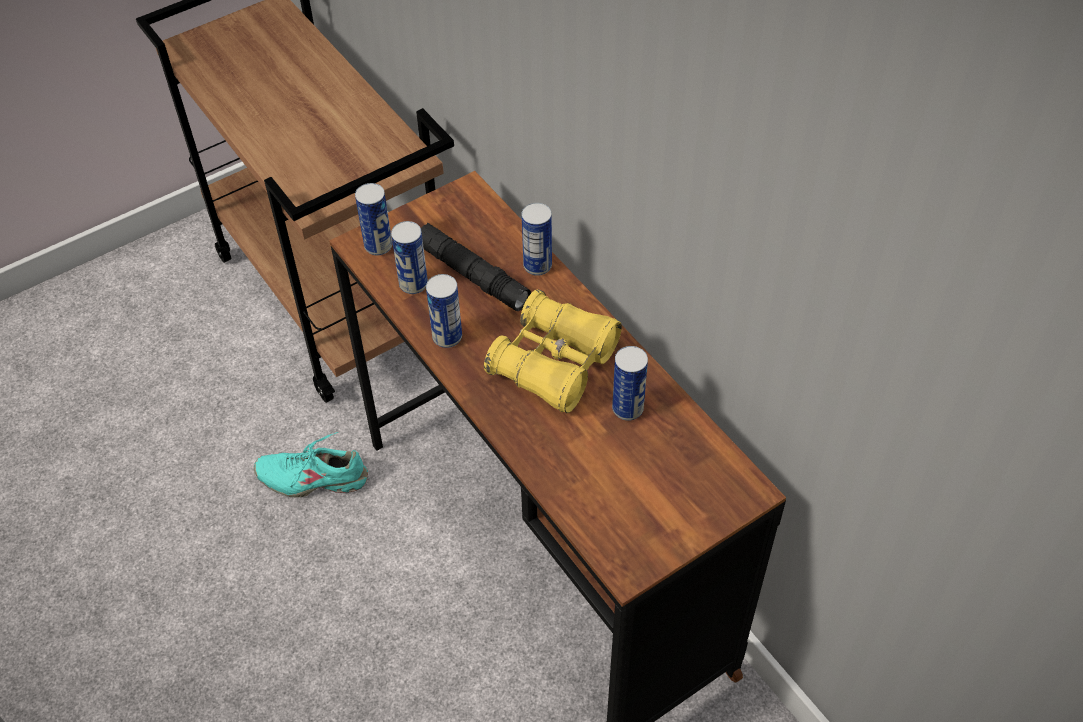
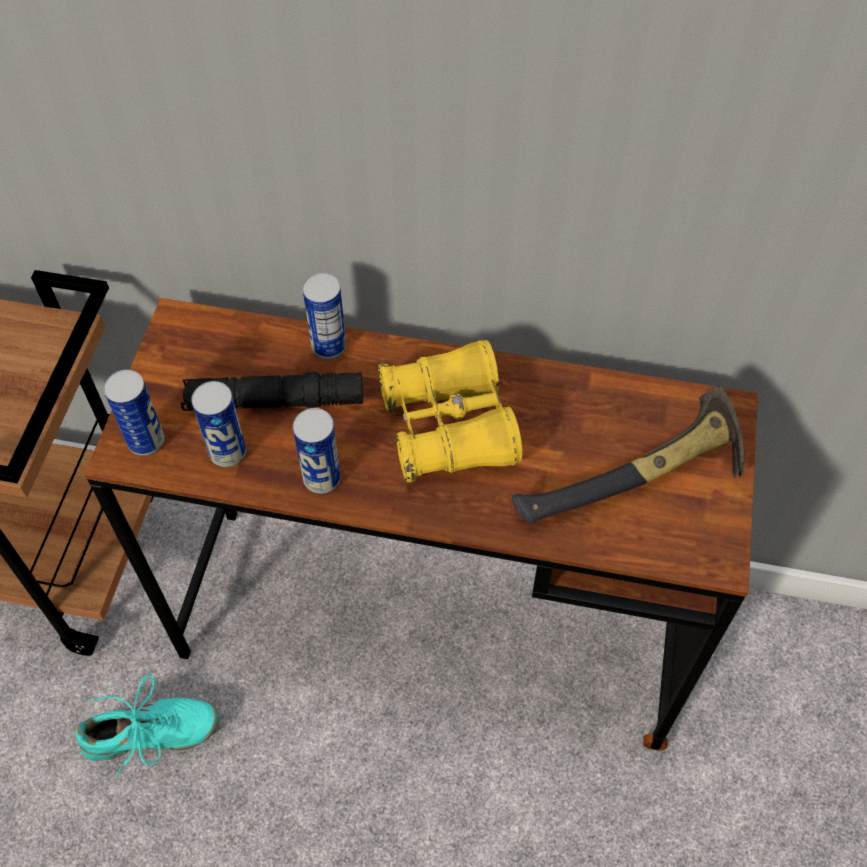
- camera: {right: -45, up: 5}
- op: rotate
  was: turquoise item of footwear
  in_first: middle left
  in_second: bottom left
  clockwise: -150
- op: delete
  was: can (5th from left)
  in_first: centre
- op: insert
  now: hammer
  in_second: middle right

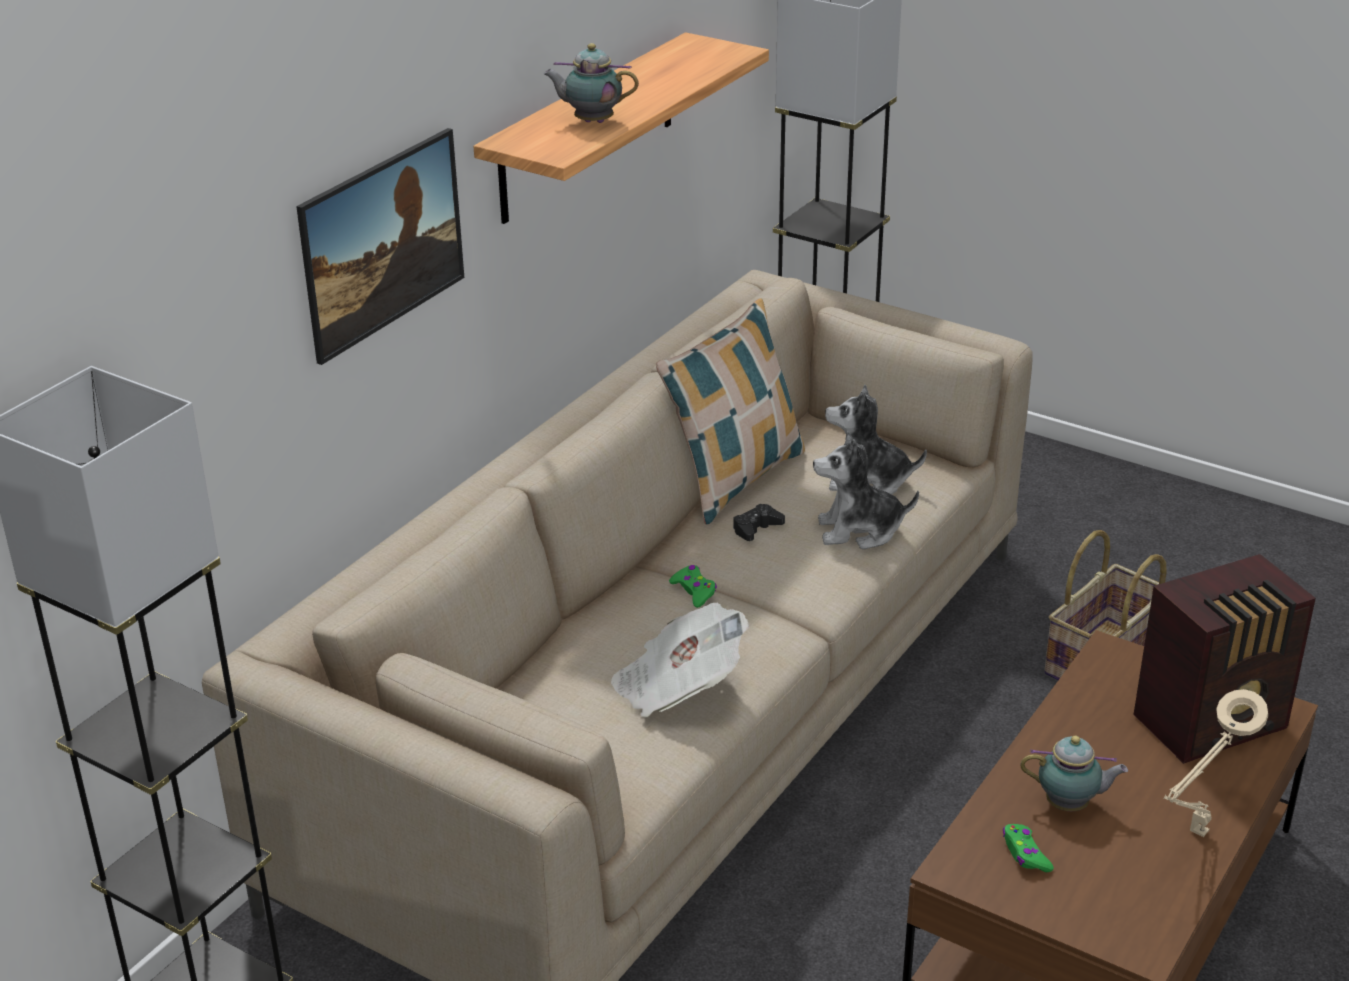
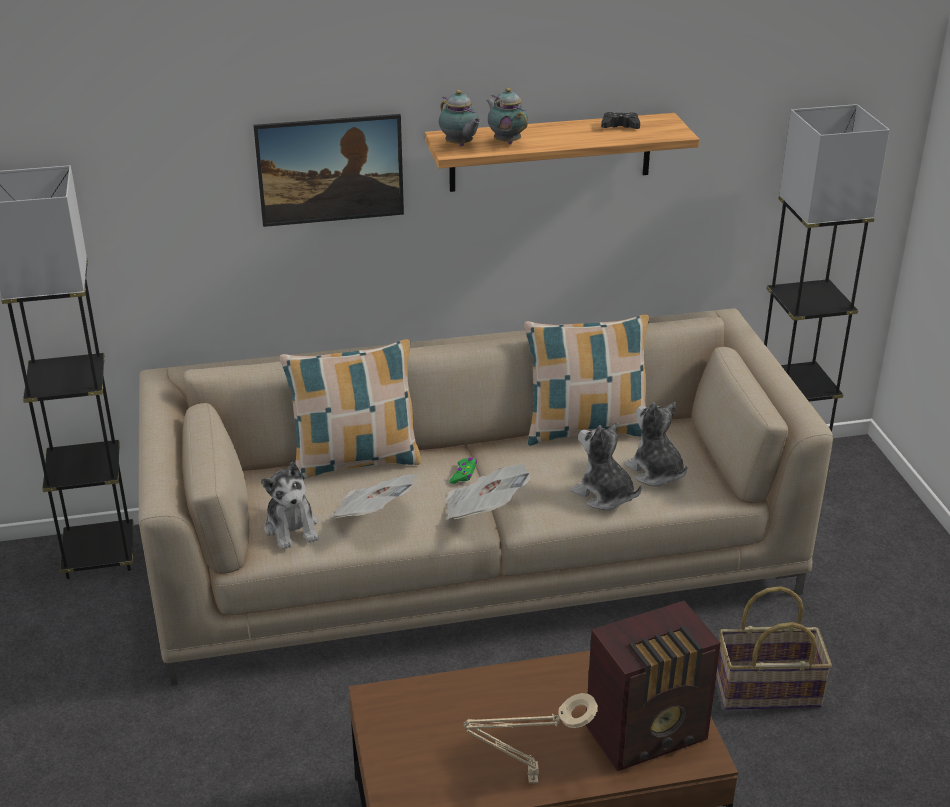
- camera: {right: 45, up: 0}
- op: move
  was: blackish joypad
  in_first: centre
  in_second: top centre
- op: delete
  was: green-coloured joypad (2nd from left)
  in_first: bottom right
- op: move
  was: teapot (2nd from left in the first image)
  now: teapot (1st from left)
  in_first: bottom right
  in_second: top centre
- op: rotate
  was: radio set
  in_first: bottom right
  in_second: bottom right
  clockwise: -45
- op: insert
  now: soft toy (1st from left)
  in_second: middle left
- op: insert
  now: pillow (1st from left)
  in_second: centre
- op: insert
  now: daily paper (2nd from left)
  in_second: centre

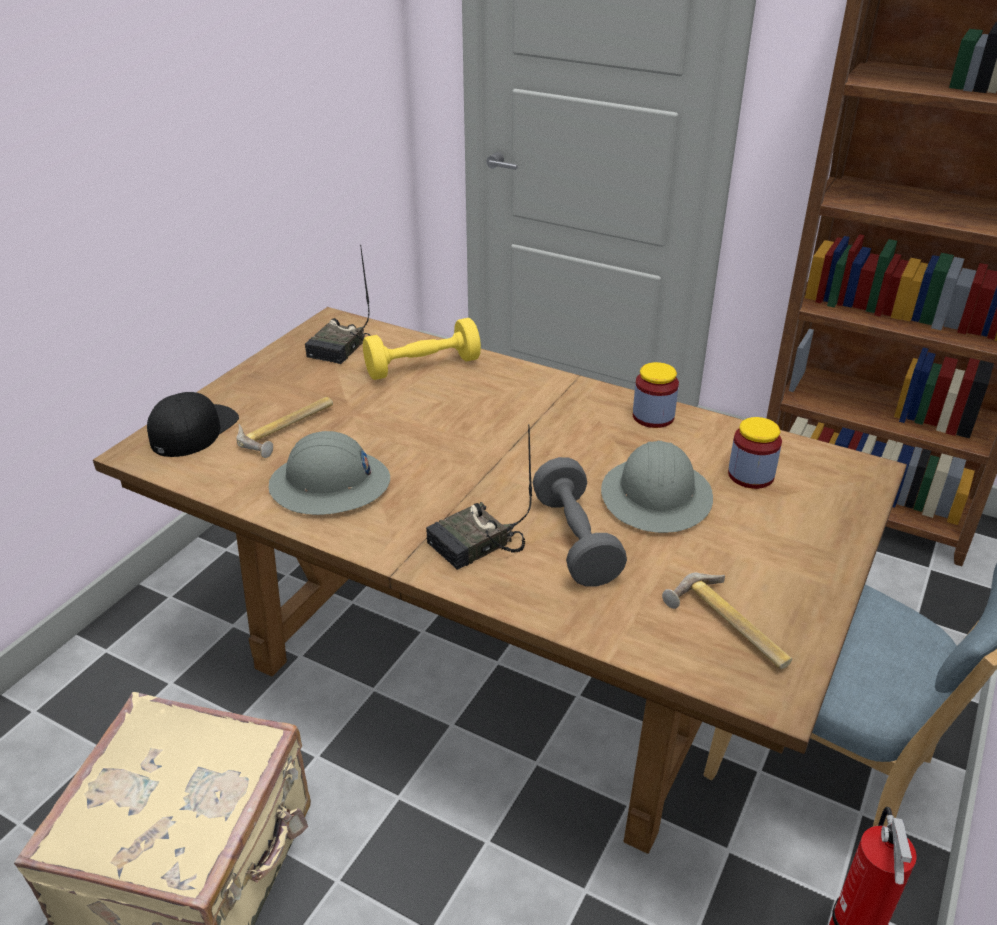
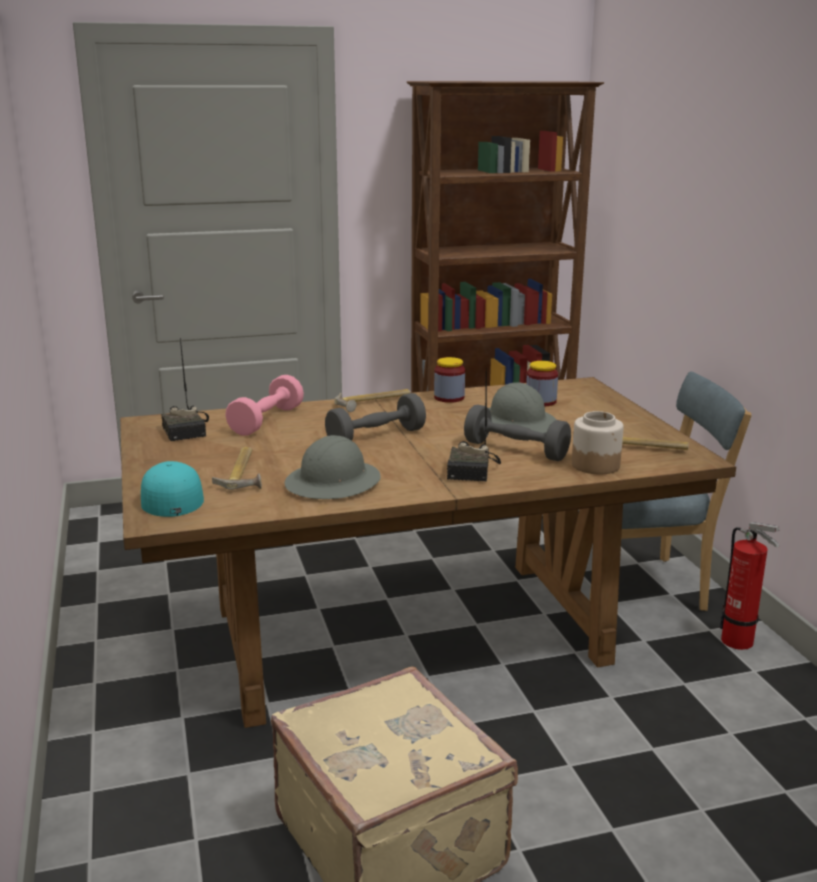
- camera: {right: -45, up: -15}
- op: recolor
  was: blackish cap
  now: turquoise cap
  in_first: middle left
  in_second: middle left
- op: recolor
  was: yellowish free weight
  now: pink free weight
  in_first: centre
  in_second: middle left
- op: insert
  now: gray free weight (1st from left)
  in_second: centre
- op: insert
  now: hammer (2nd from left)
  in_second: centre
- op: insert
  now: jar (3rd from left)
  in_second: middle right

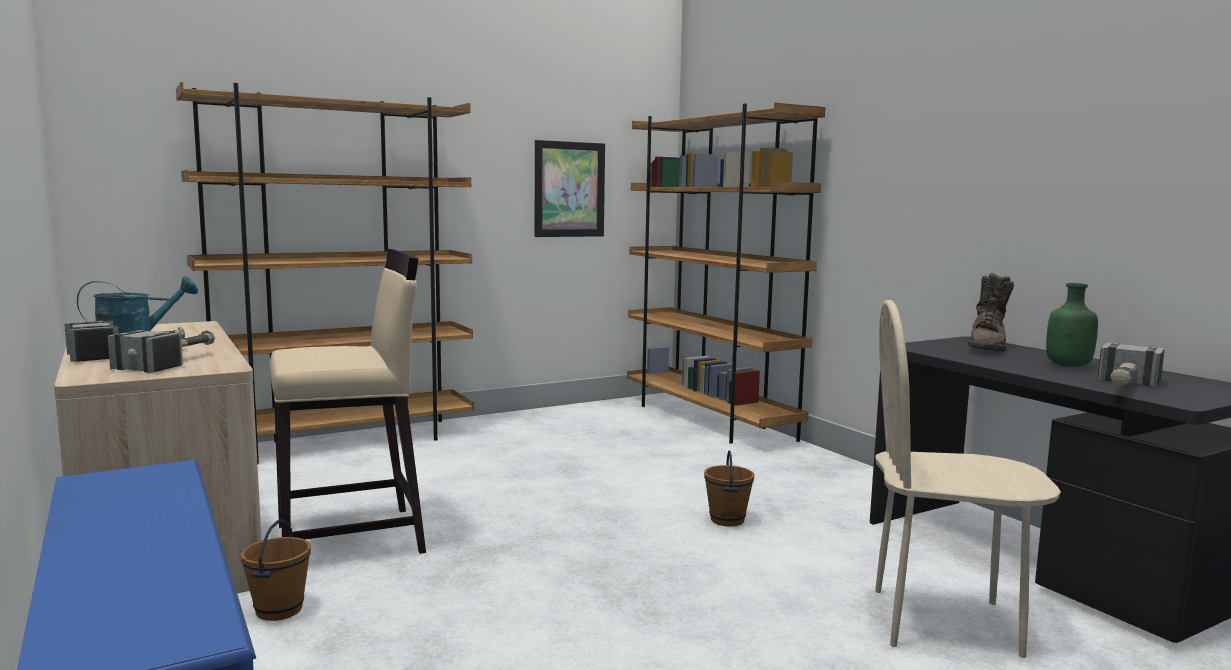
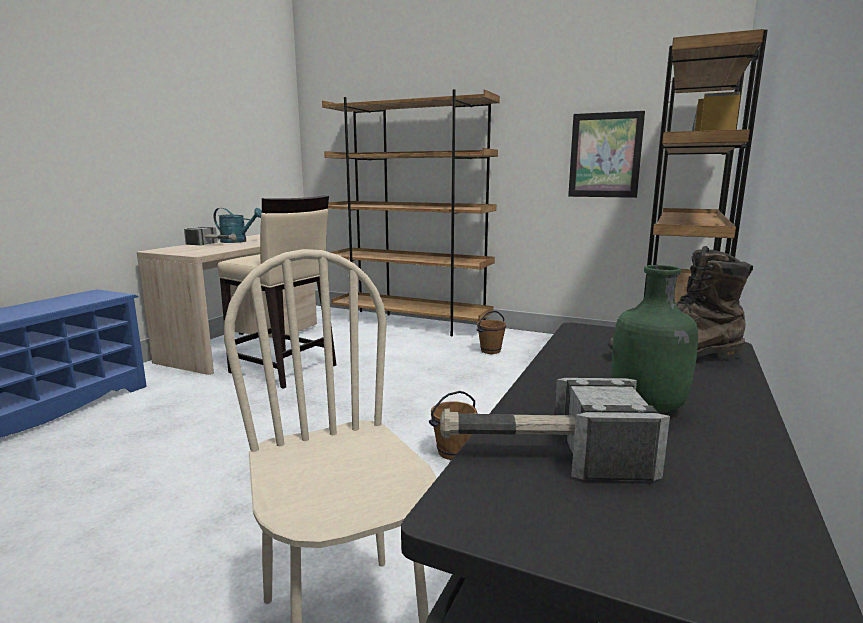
- camera: {right: 55, up: 5}
- op: delete
  was: hammer (2nd from left)
  in_first: middle left
- op: move
  was: brown-coloured water bucket (1st from left in the first image)
  now: brown-coloured water bucket (2nd from left)
  in_first: bottom left
  in_second: centre

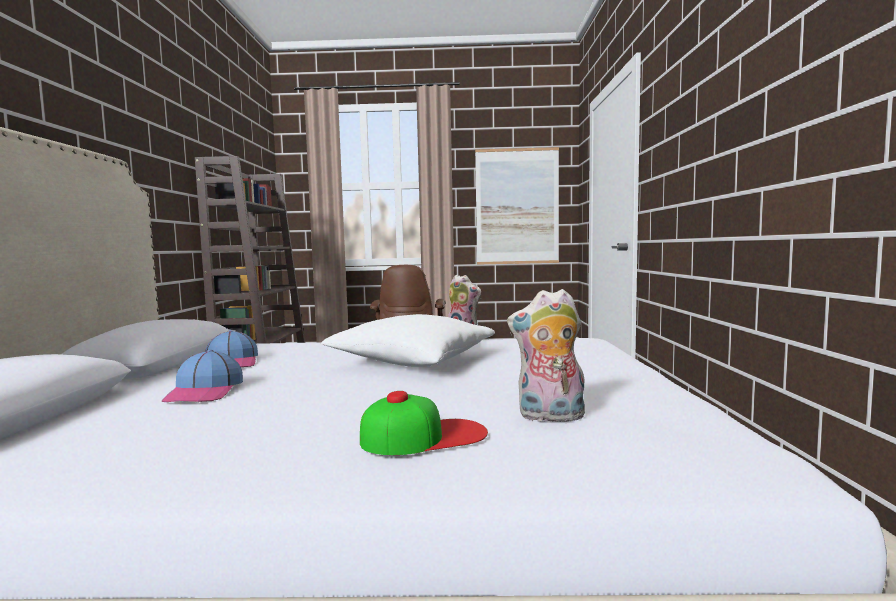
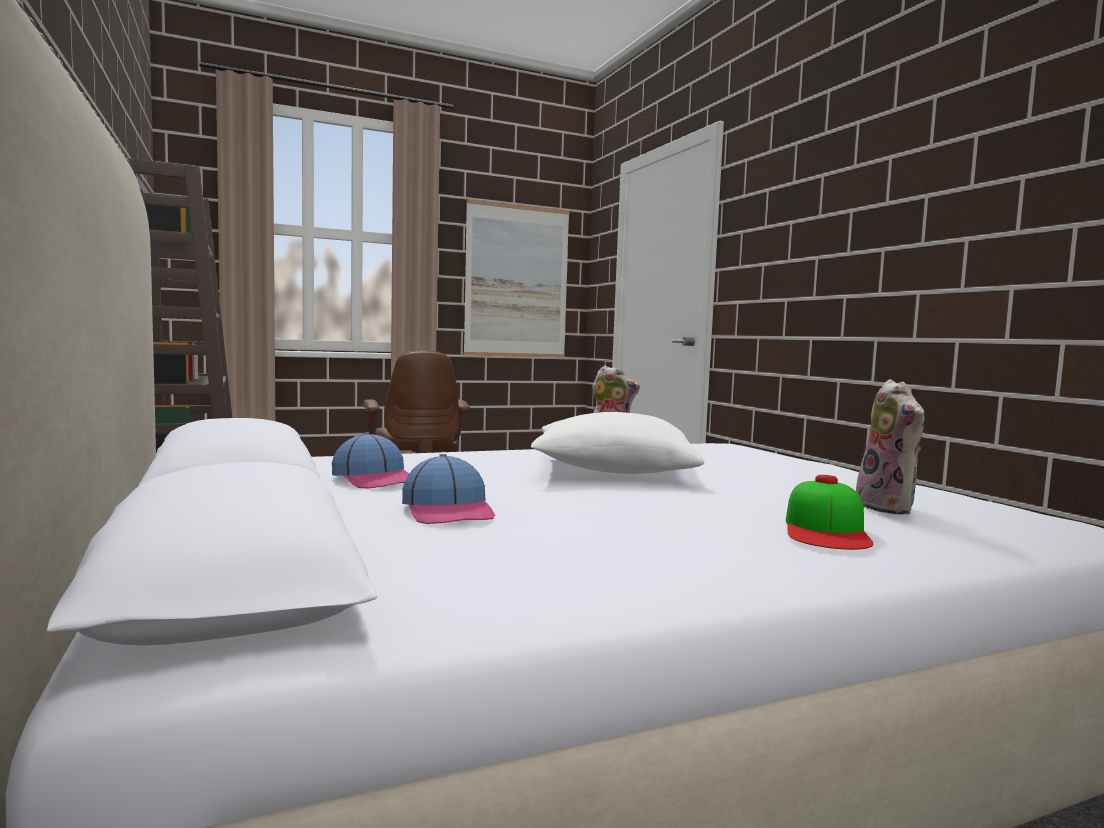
- camera: {right: -25, up: 0}
- op: rotate
  was: cap (3rd from left)
  in_first: bottom centre
  in_second: middle right
  clockwise: 150
- op: rotate
  was: soft toy (2nd from left)
  in_first: centre
  in_second: middle right
  clockwise: -75

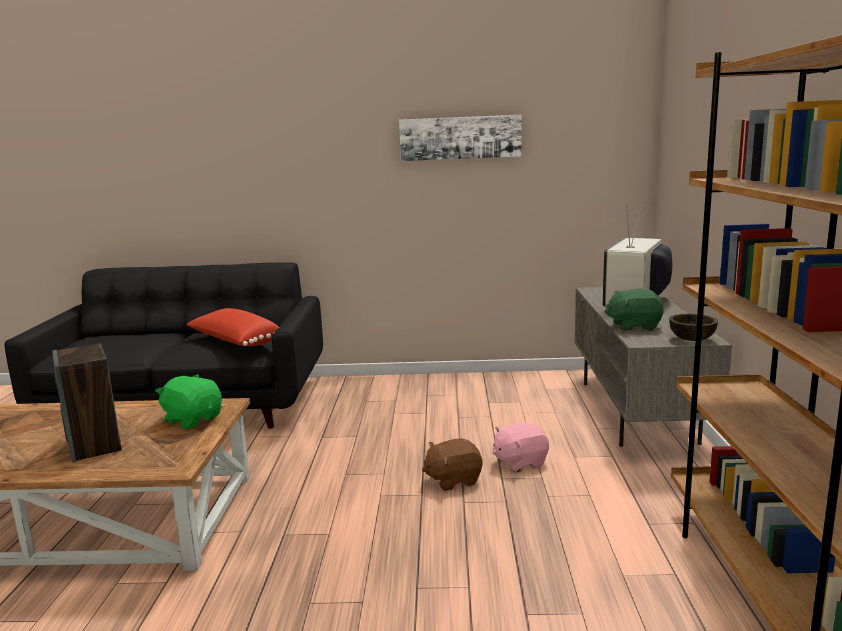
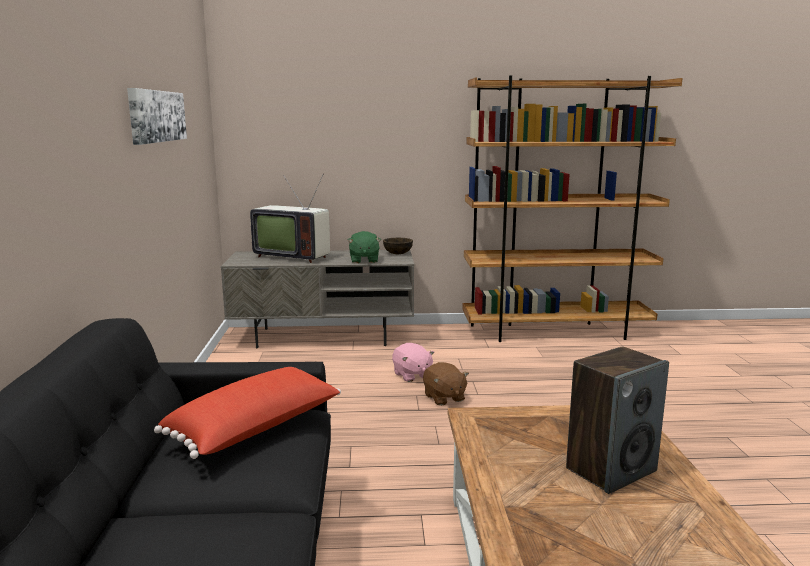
- camera: {right: -95, up: 0}
- op: delete
  was: green-coloured soft toy (1st from left)
  in_first: middle left

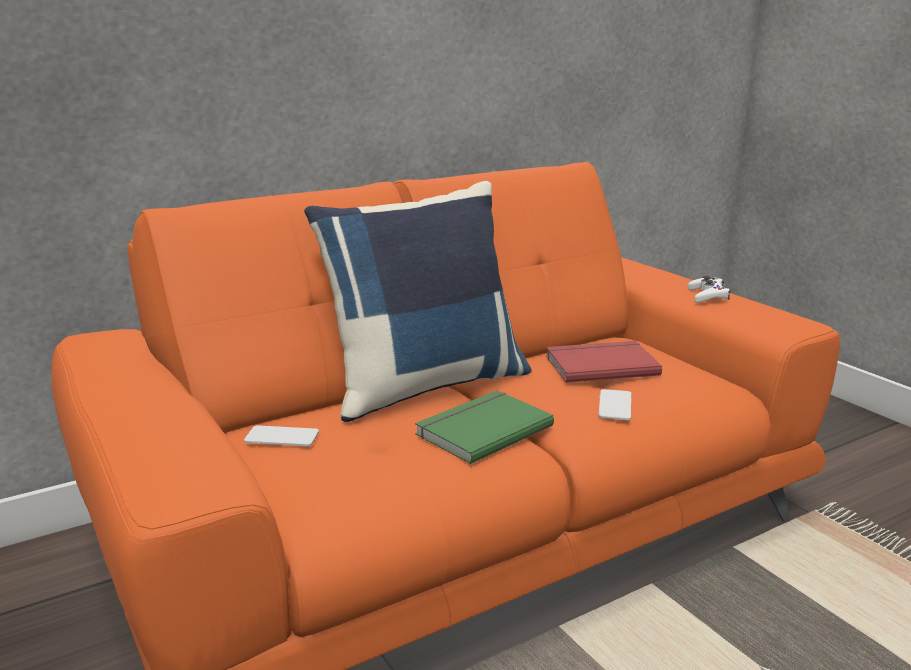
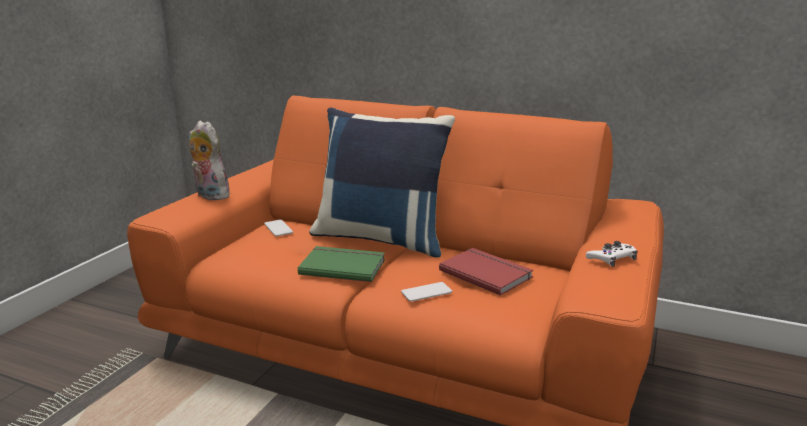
- camera: {right: 55, up: 0}
- op: insert
  now: soft toy
  in_second: middle left

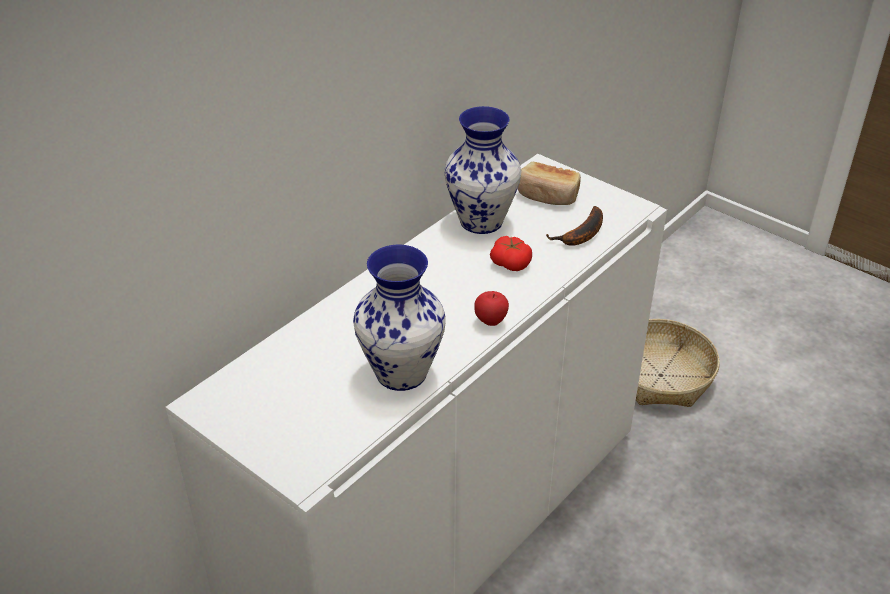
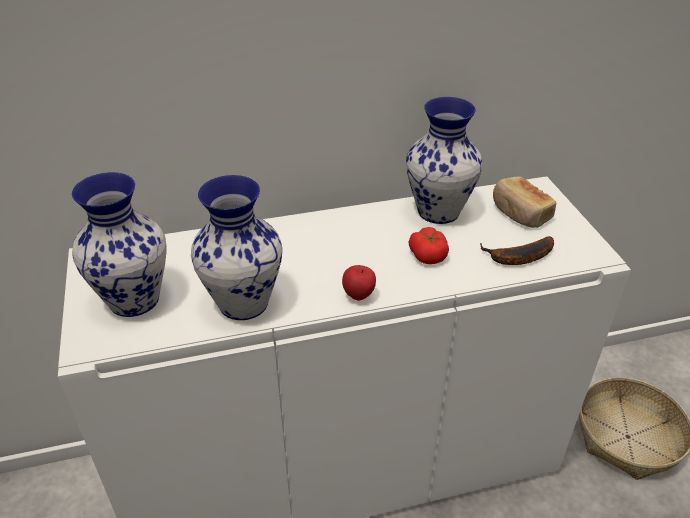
- camera: {right: 35, up: 0}
- op: insert
  now: flower vase (1st from left)
  in_second: middle left

